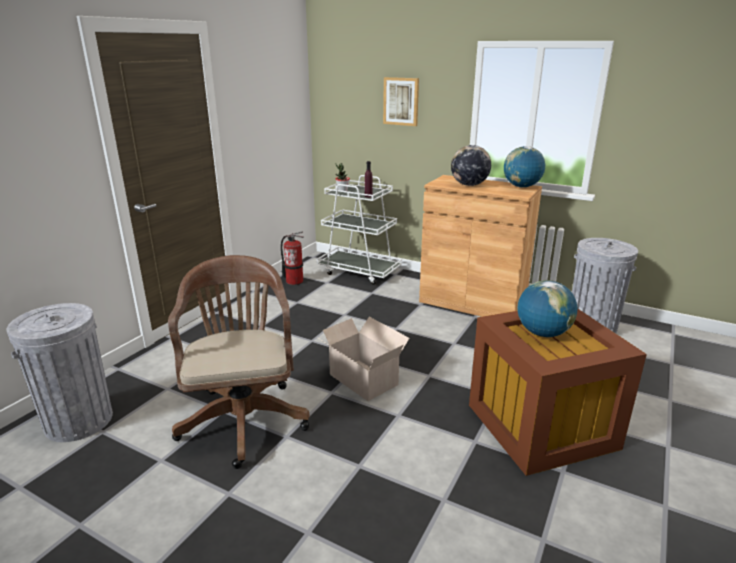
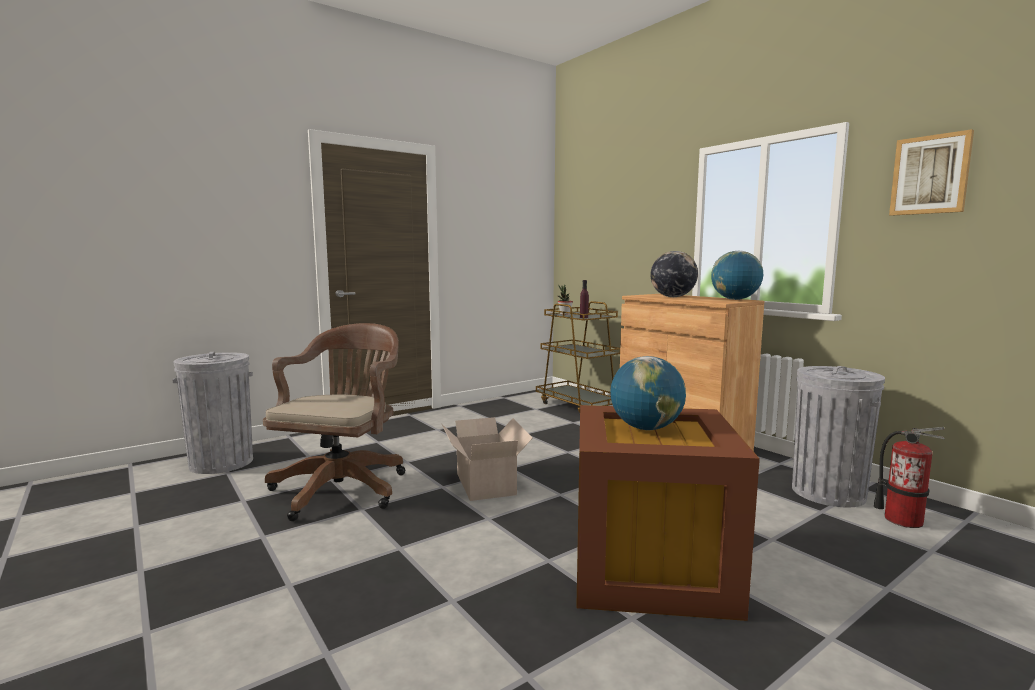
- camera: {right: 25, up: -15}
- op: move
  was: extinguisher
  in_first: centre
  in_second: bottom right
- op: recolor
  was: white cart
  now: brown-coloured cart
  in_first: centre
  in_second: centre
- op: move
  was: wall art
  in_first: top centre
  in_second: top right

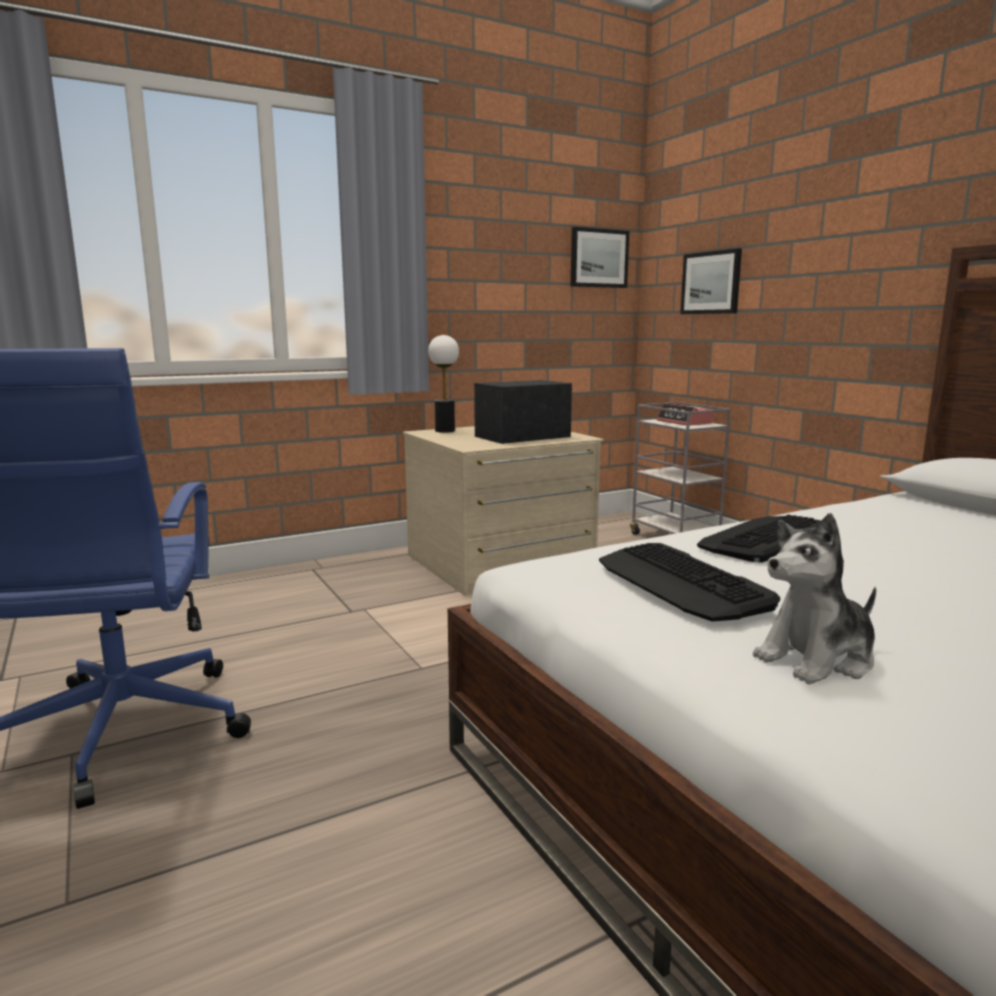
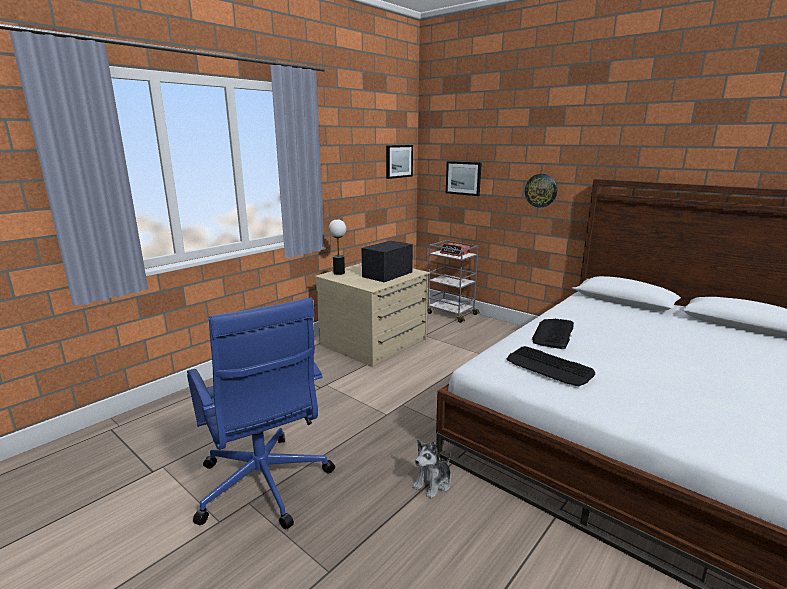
- camera: {right: -20, up: 5}
- op: move
  was: soft toy
  in_first: middle right
  in_second: bottom centre
- op: insert
  now: wall clock
  in_second: top right

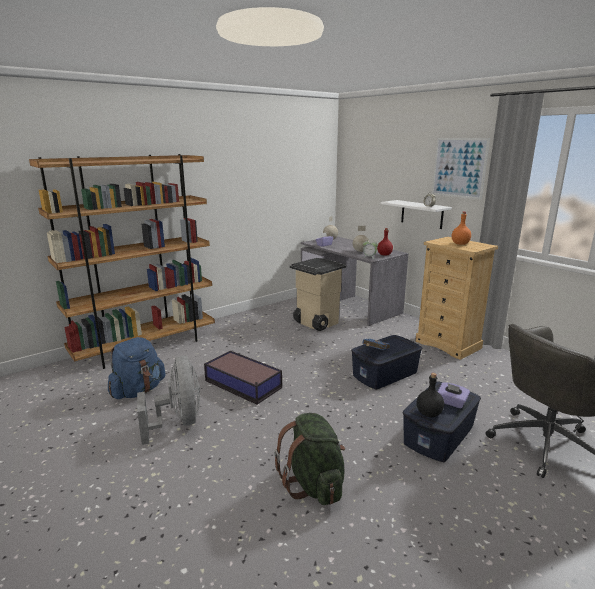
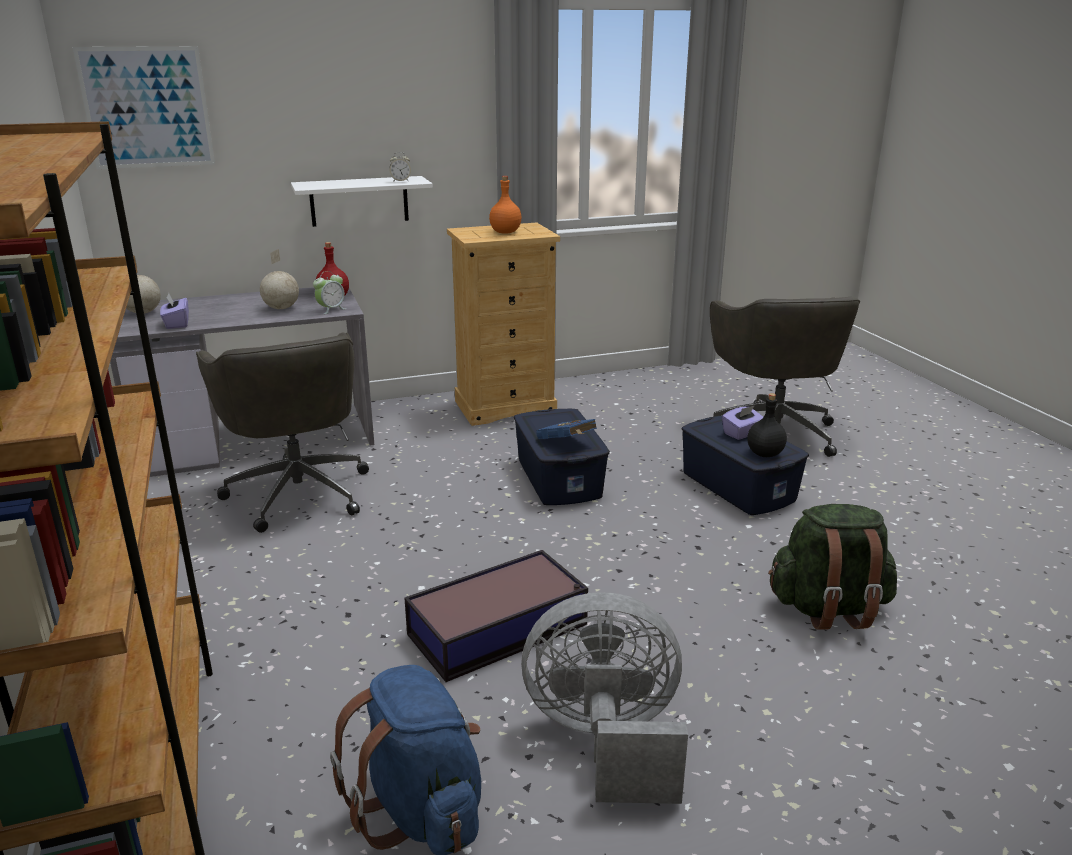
- camera: {right: -70, up: 5}
- op: replace
  was: beige-coloured waste bin
  now: gray desk chair (1st from left)
  in_first: centre
  in_second: middle left
- op: move
  was: wall art
  in_first: top right
  in_second: top left

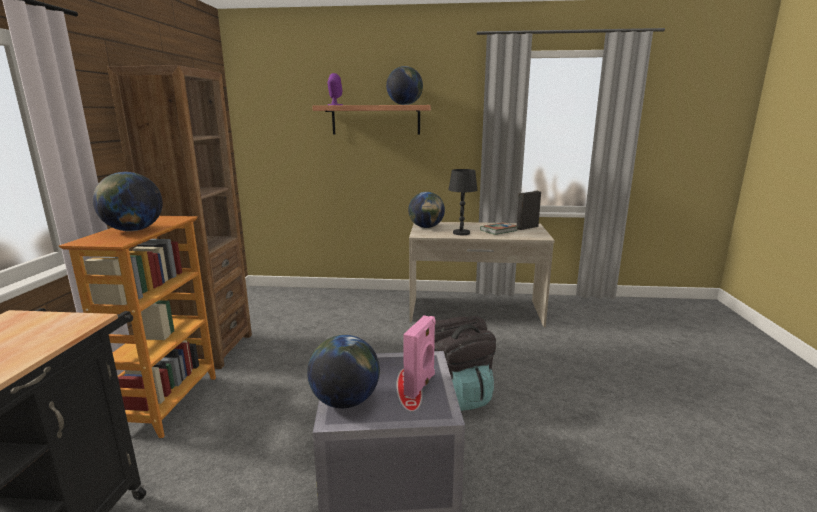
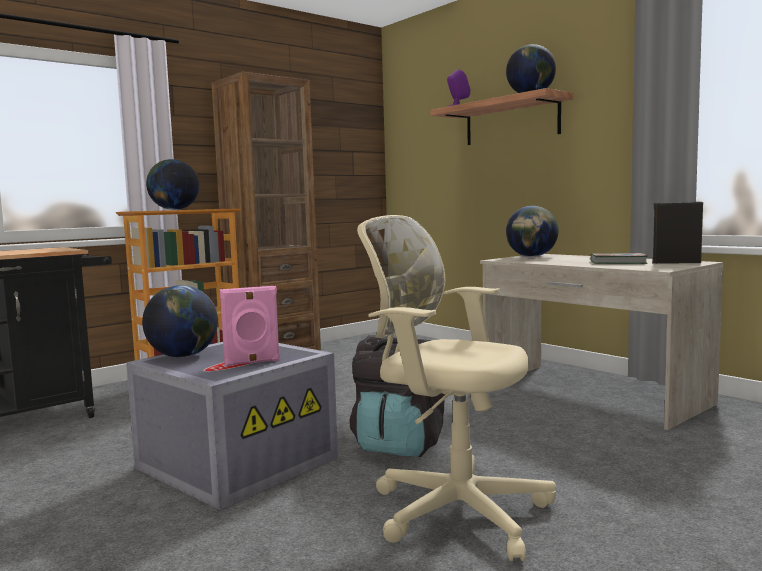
- camera: {right: 45, up: -10}
- op: delete
  was: blackish lamp for a table
  in_first: centre
- op: insert
  now: beige-coloured desk chair
  in_second: bottom centre

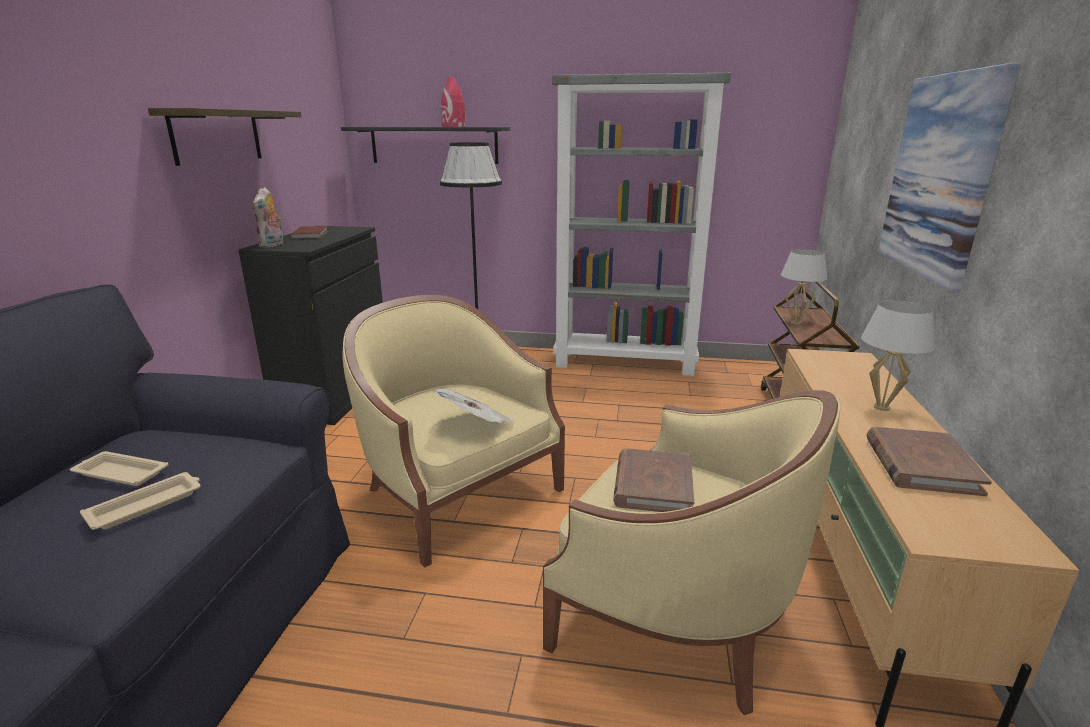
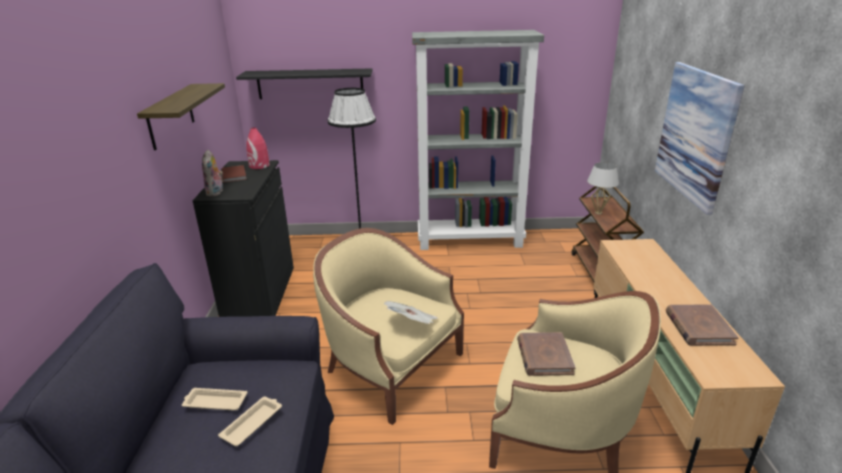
- camera: {right: -10, up: 5}
- op: move
  was: red-coloured flower vase
  in_first: top centre
  in_second: top left
- op: delete
  was: white lamp for a table (2nd from left)
  in_first: middle right

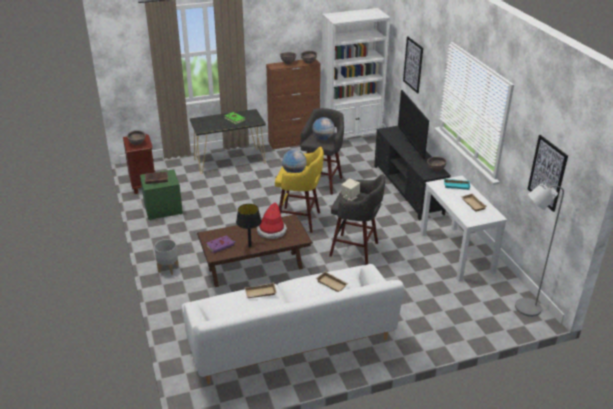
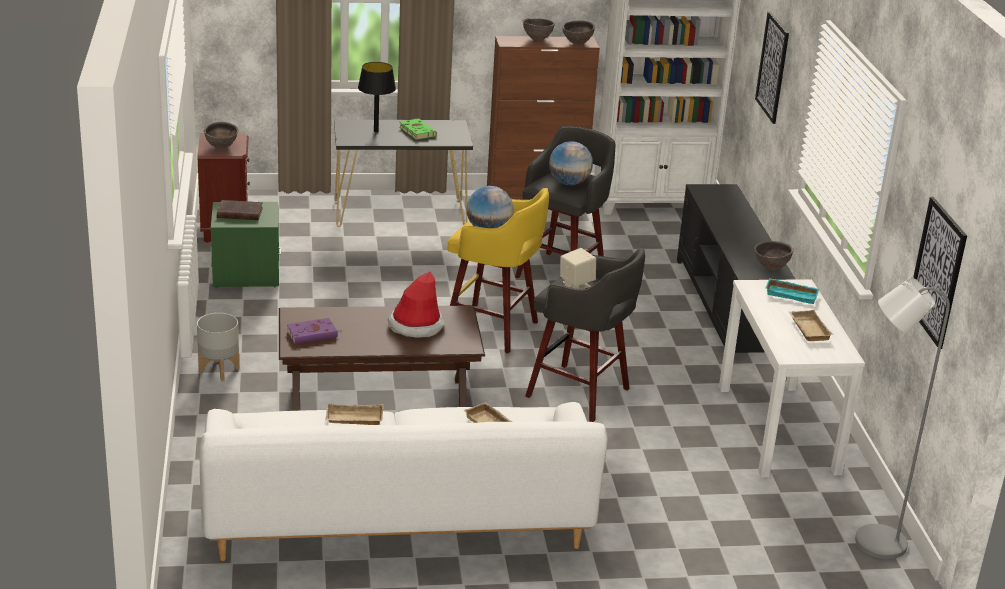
- camera: {right: 10, up: -5}
- op: move
  was: blackish lamp for a table
  in_first: centre
  in_second: top centre
- op: delete
  was: TV set
  in_first: top right

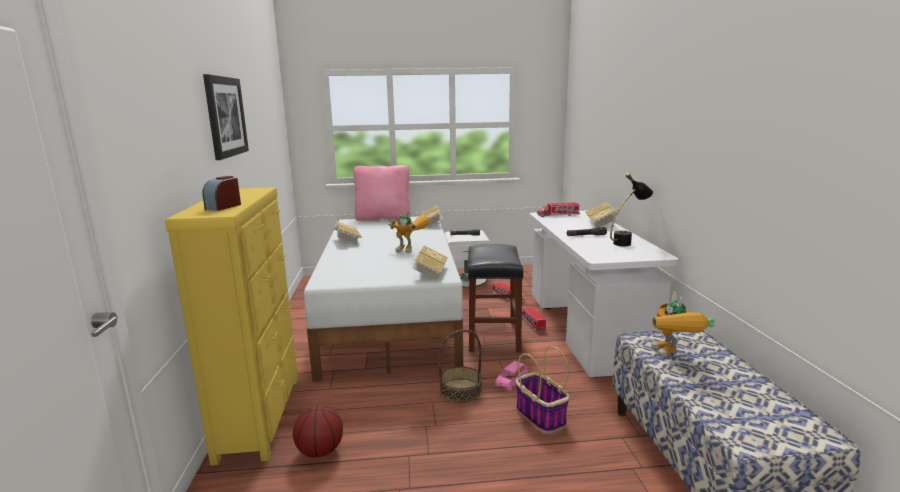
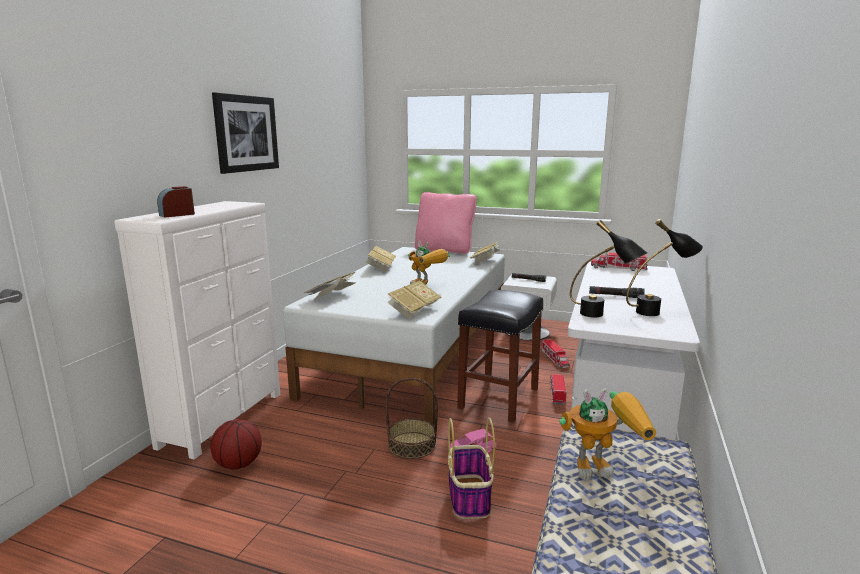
- camera: {right: 25, up: 0}
- op: recolor
  was: yellowish dresser
  now: white dresser
  in_first: middle left
  in_second: middle left
- op: move
  was: book (4th from left in the first image)
  now: book (1st from left)
  in_first: middle right
  in_second: centre
- op: rotate
  was: toy robot (2nd from left)
  in_first: middle right
  in_second: bottom right
  clockwise: -120
- op: insert
  now: blackish lamp for a table (1st from left)
  in_second: middle right

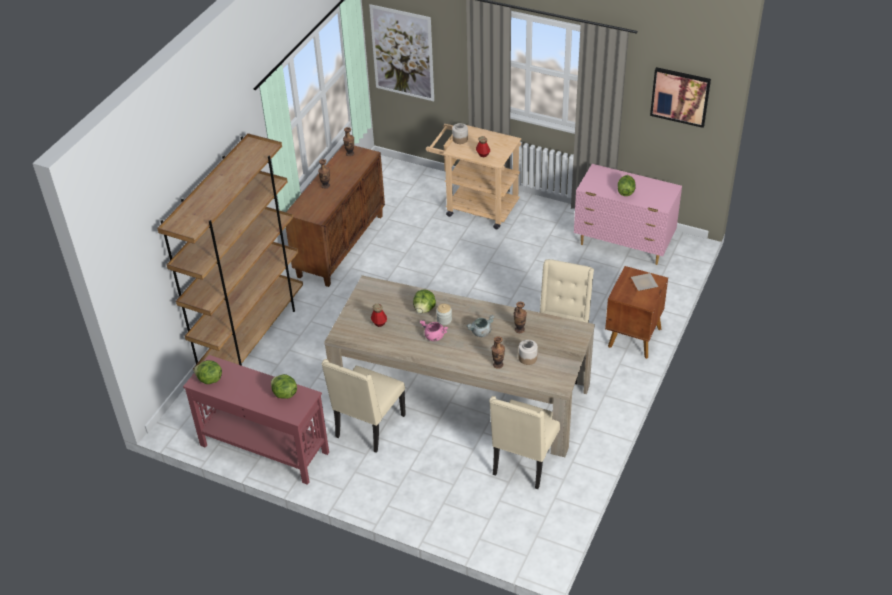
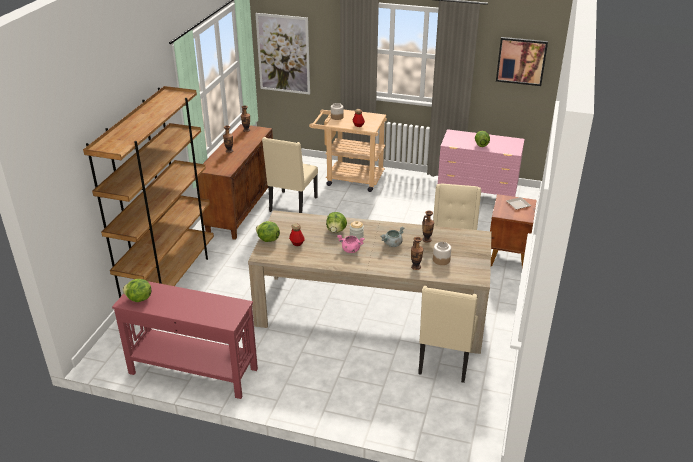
- camera: {right: -10, up: -10}
- op: move
  was: lettuce head (2nd from left)
  in_first: middle left
  in_second: centre
- op: move
  was: beige-coloured chair (1st from left)
  in_first: bottom centre
  in_second: centre

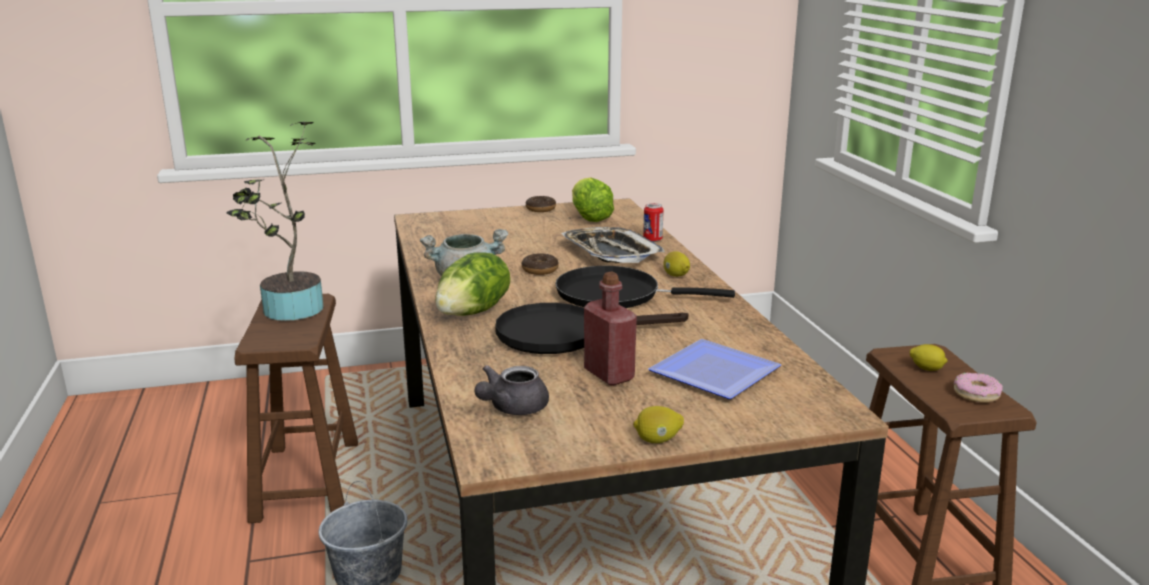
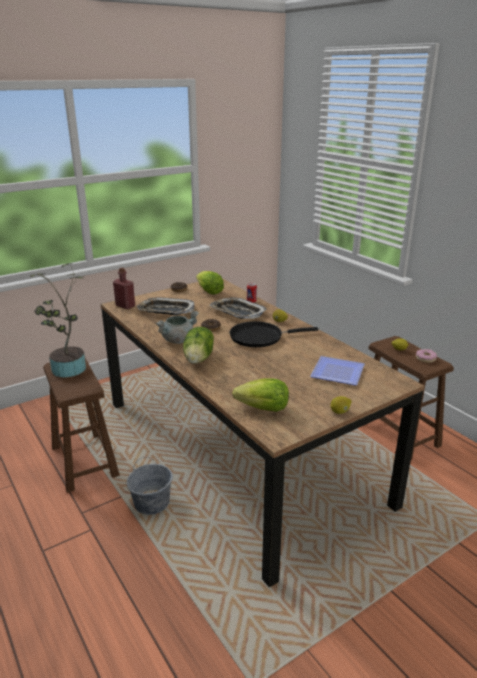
- camera: {right: -20, up: 5}
- op: replace
  was: gray teapot
  now: lettuce head (3rd from left)
  in_first: bottom centre
  in_second: centre
- op: delete
  was: blackish frying pan (1st from left)
  in_first: centre
- op: move
  was: red-coloured beverage bottle
  in_first: centre
  in_second: middle left
- op: insert
  now: carrying tray (1st from left)
  in_second: centre

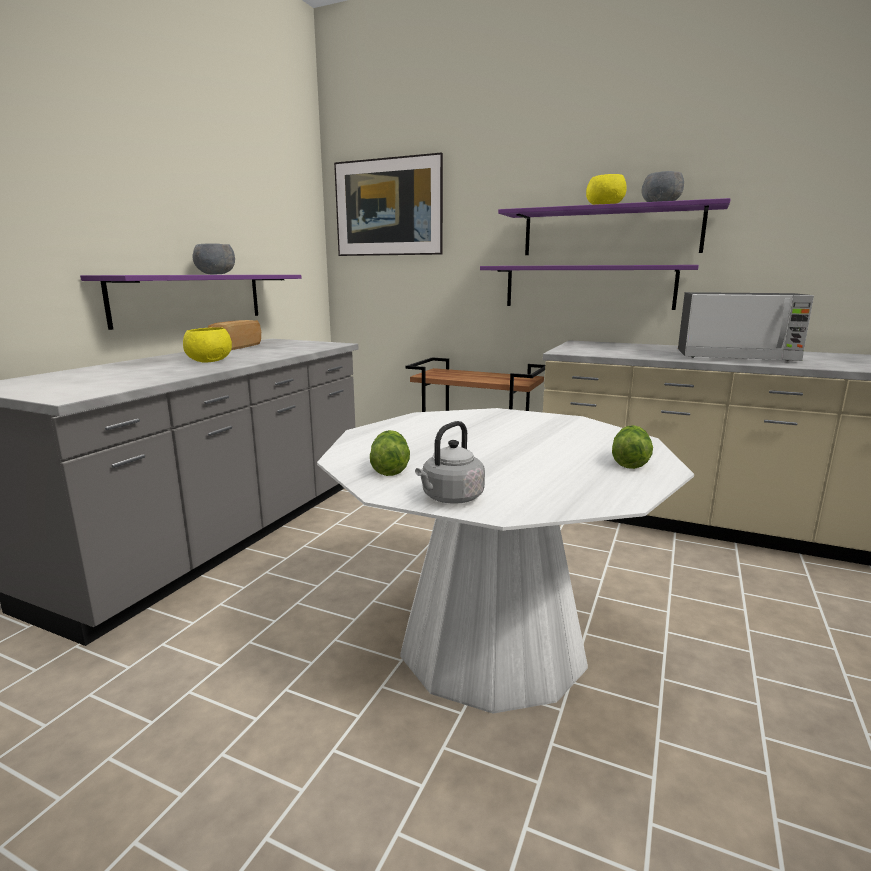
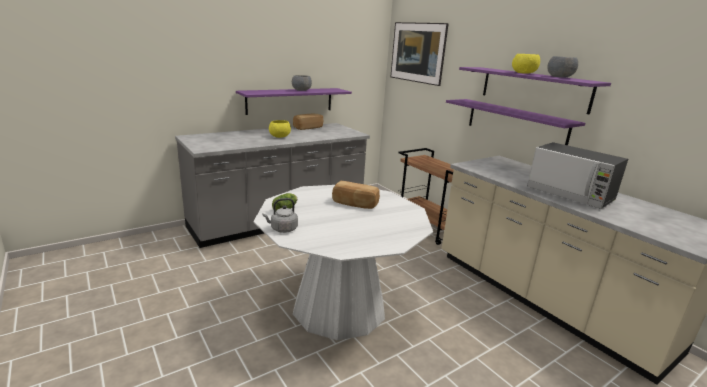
- camera: {right: 30, up: 5}
- op: delete
  was: lettuce head (2nd from left)
  in_first: middle right
- op: insert
  now: baked bread (2nd from left)
  in_second: centre

